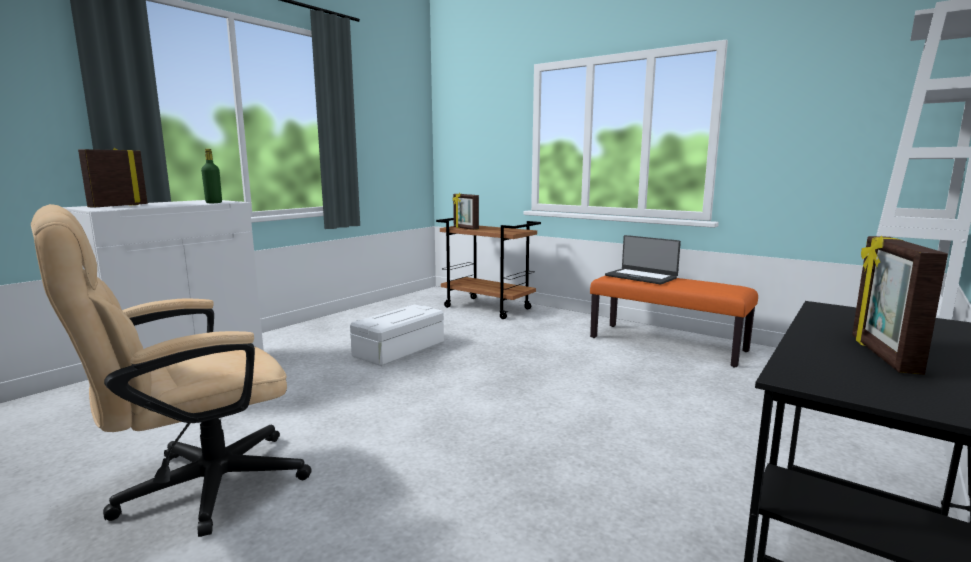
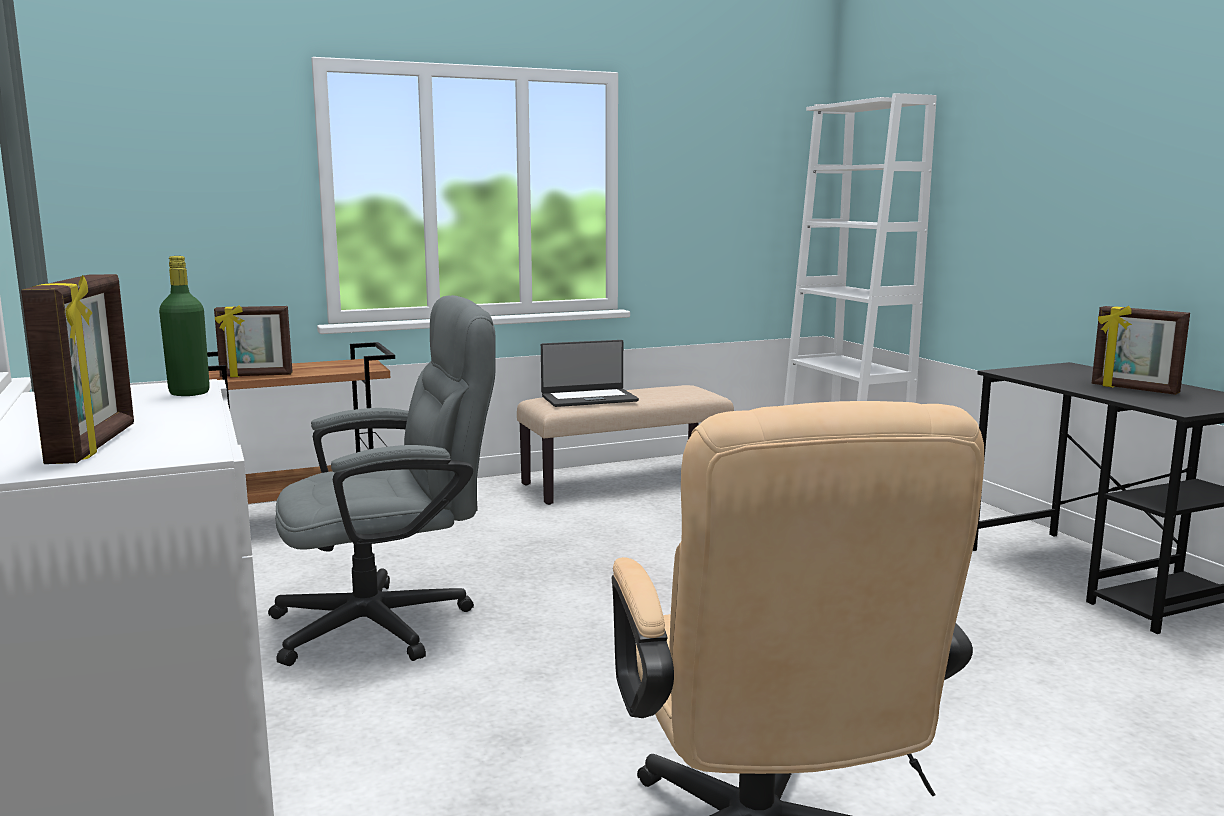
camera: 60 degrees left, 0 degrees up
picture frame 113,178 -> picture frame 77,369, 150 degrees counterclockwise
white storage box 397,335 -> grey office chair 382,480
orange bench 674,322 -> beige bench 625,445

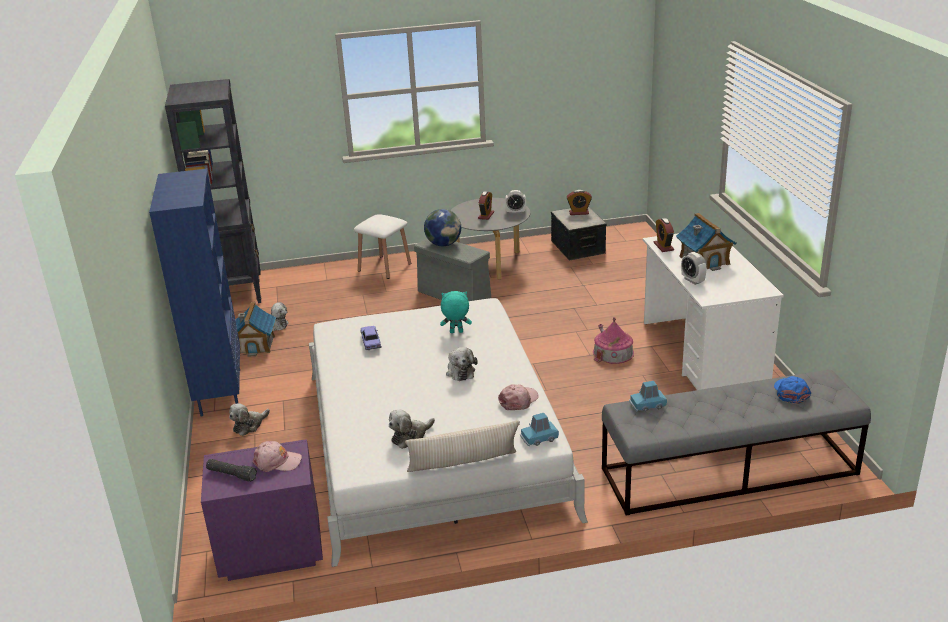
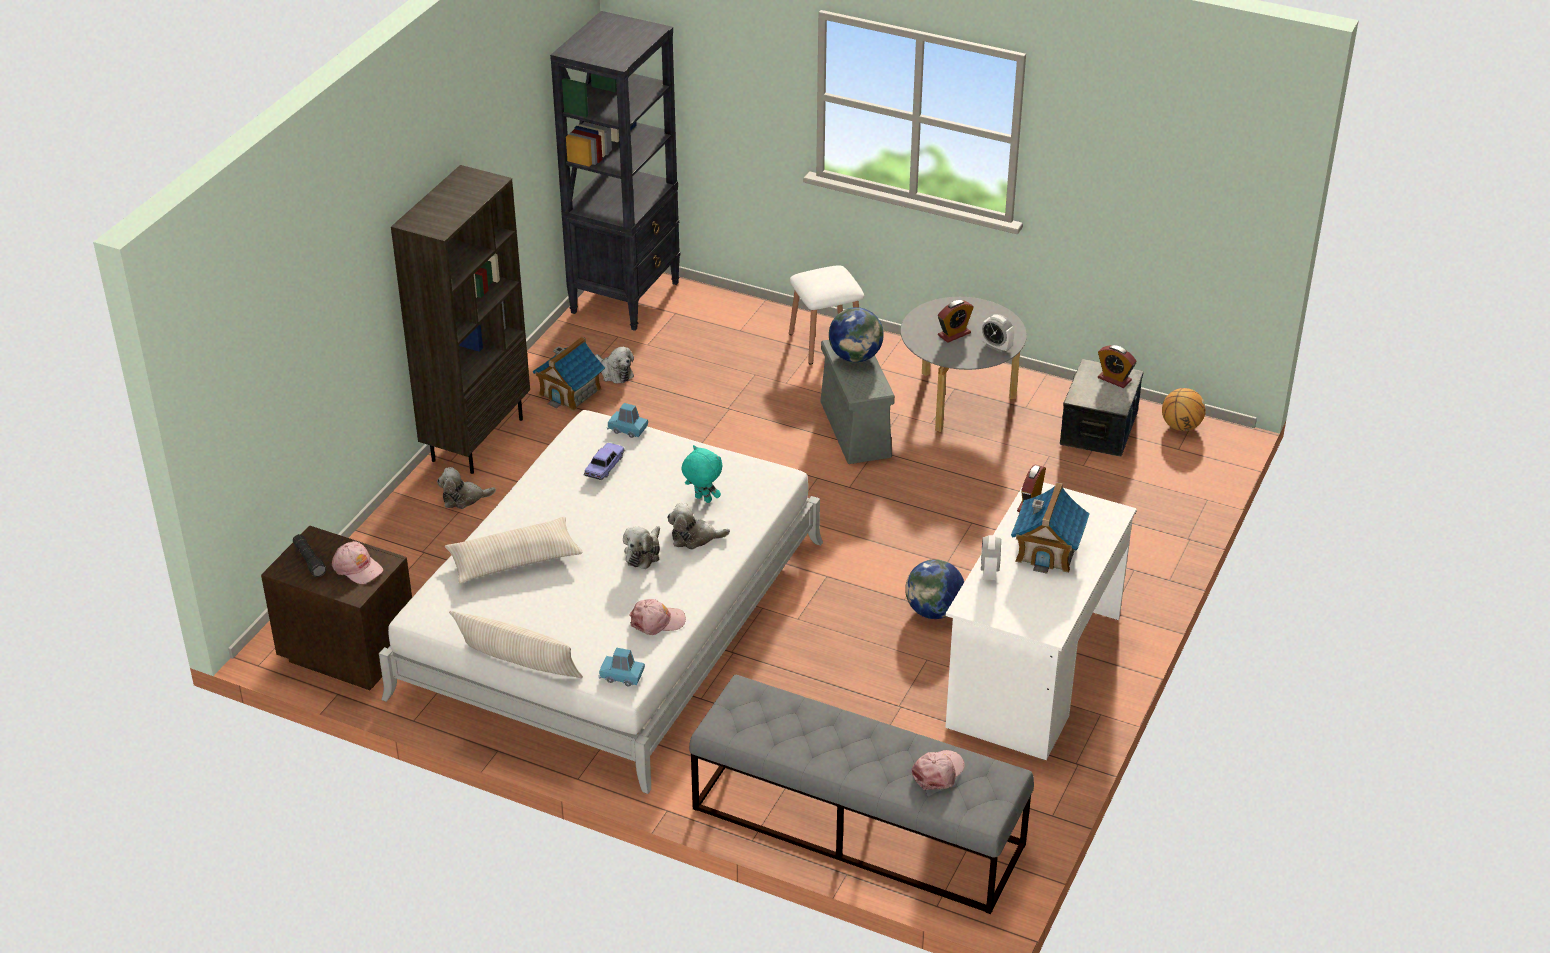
camera: 35 degrees right, 10 degrees up
blue bookcase 194,293 -> brown bookcase 460,319
purple nightstand 262,510 -> brown nightstand 336,608
plush toy 412,429 -> plush toy 698,526, moved
toy house 613,340 -> globe 934,589
blue toy car 648,396 -> blue toy car 627,420, moved
blue cap 792,390 -> pink cap 938,770
none -> beige pillow 514,550
none -> basketball 1184,409

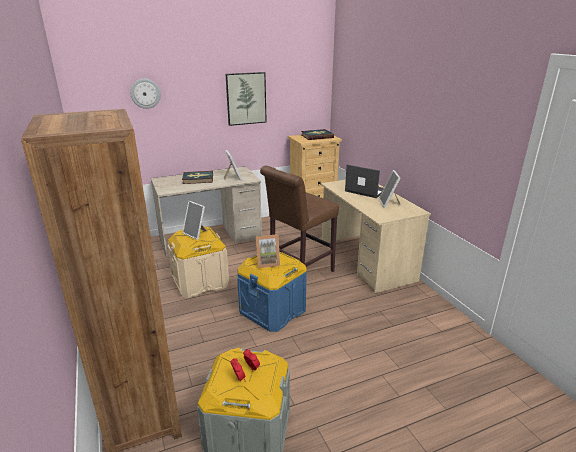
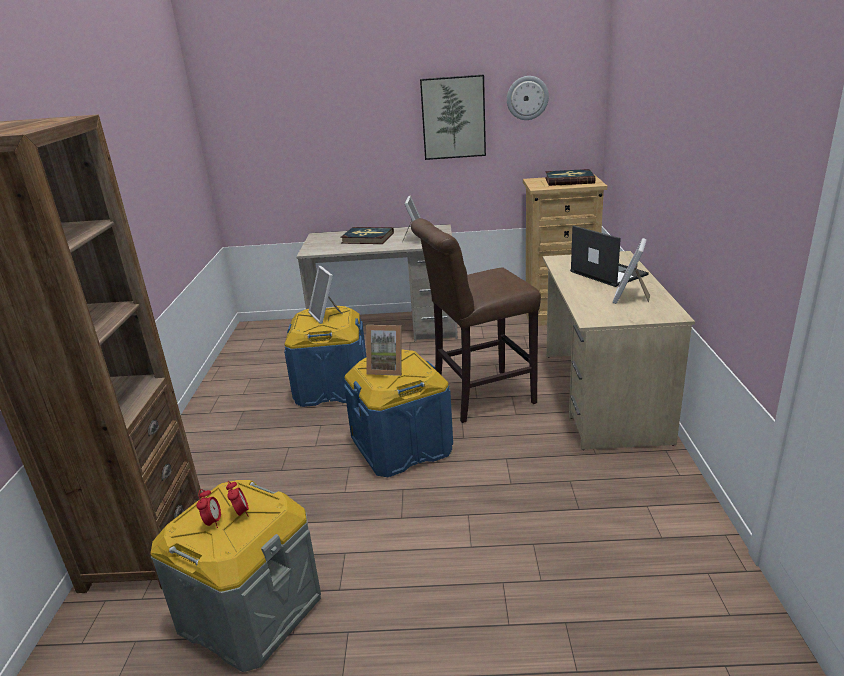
camera: 25 degrees right, 0 degrees up
wall clock 145,94 -> wall clock 528,98, moved
beige storage box 198,262 -> blue storage box 325,356

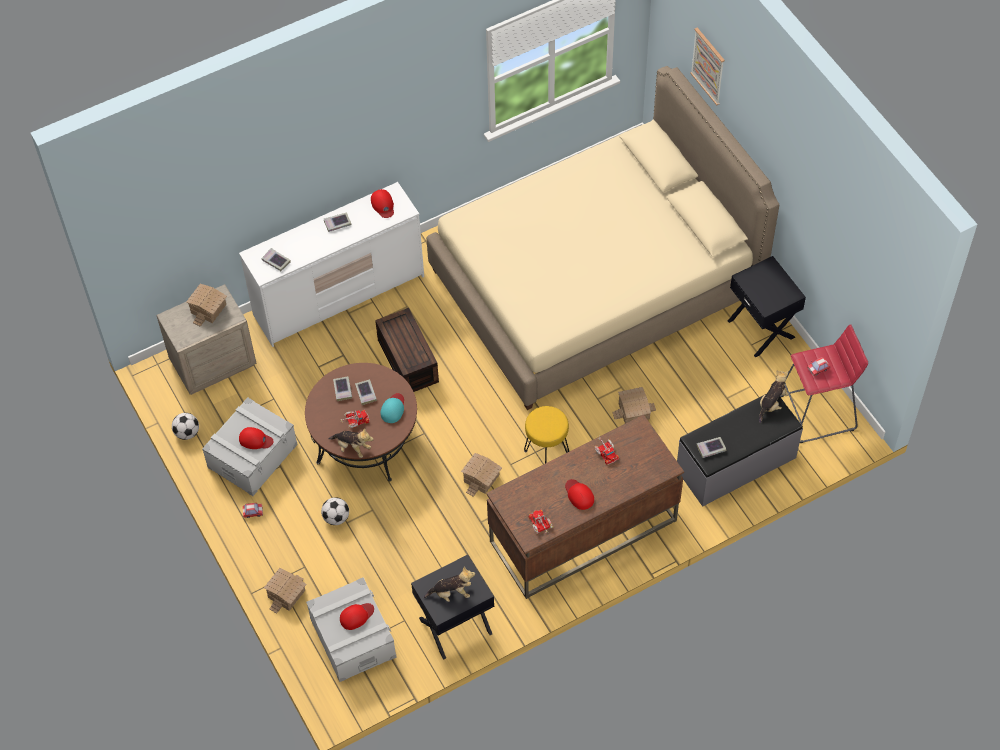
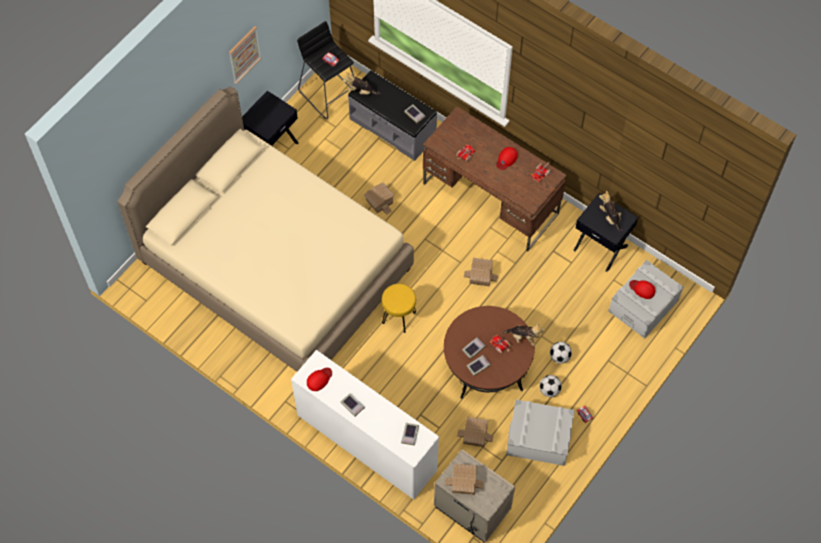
camera: 115 degrees left, 5 degrees up
football 185,426 -> football 550,386, moved
red cap 256,438 -> none
toy house 285,591 -> toy house 475,432, moved
plush toy 351,443 -> plush toy 523,334, 105 degrees clockwise
brown storage box 407,350 -> none
turquoise cap 392,408 -> none
yellow stool 546,434 -> yellow stool 399,308, moved
picture 707,66 -> picture 245,55, moved
red stool 824,383 -> black stool 325,70

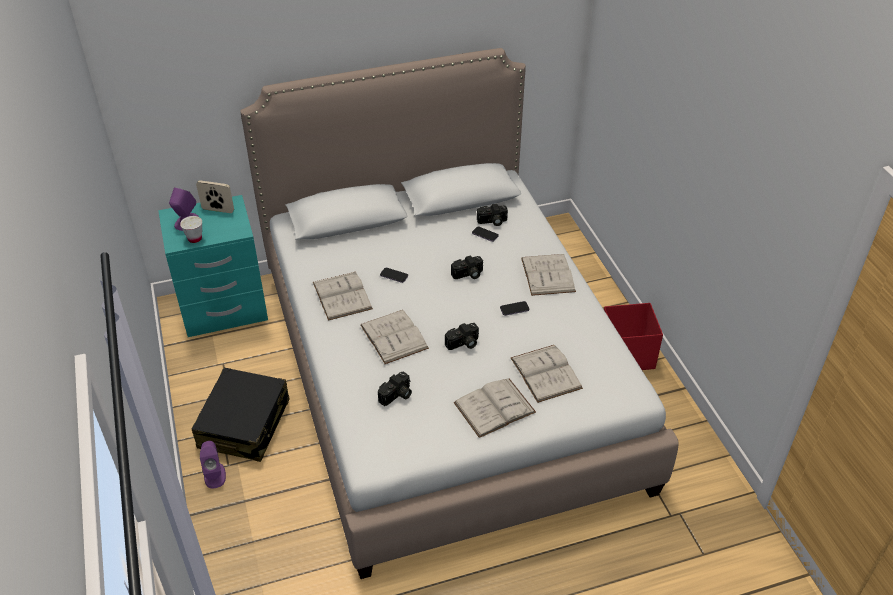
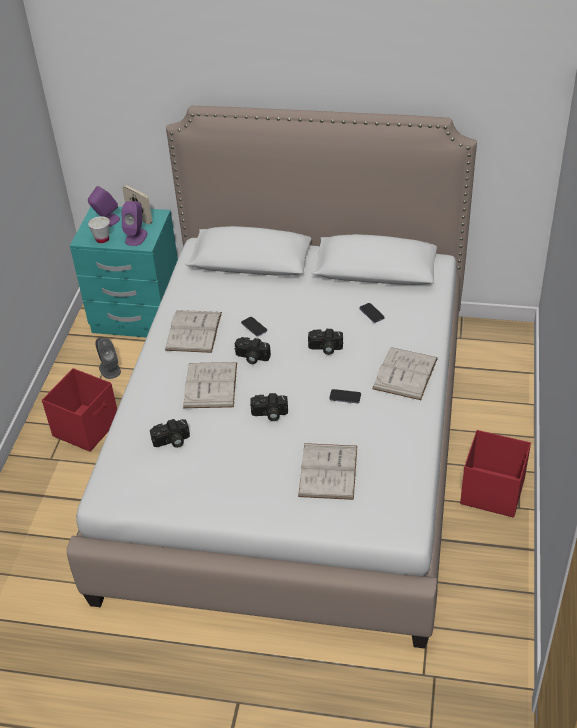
camera: 30 degrees right, 0 degrees up
black suitcase 240,415 -> red storage box 79,410
purple speaker 213,464 -> purple speaker 134,223, moved
white book 495,408 -> none
photo camera 492,215 -> photo camera 253,350, moved
none -> grey speaker 108,358

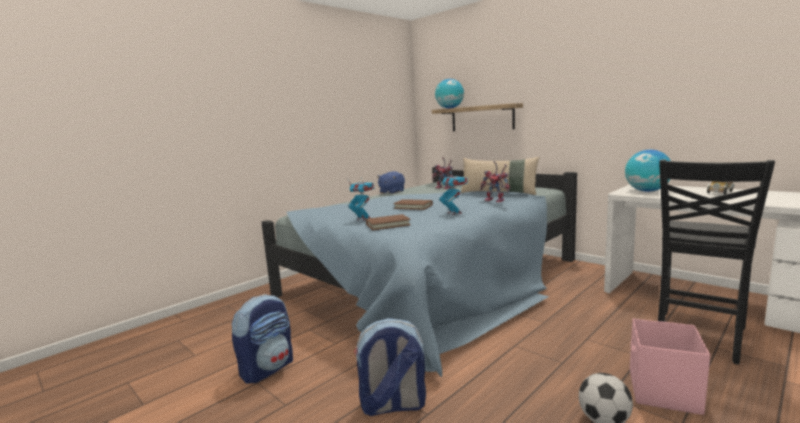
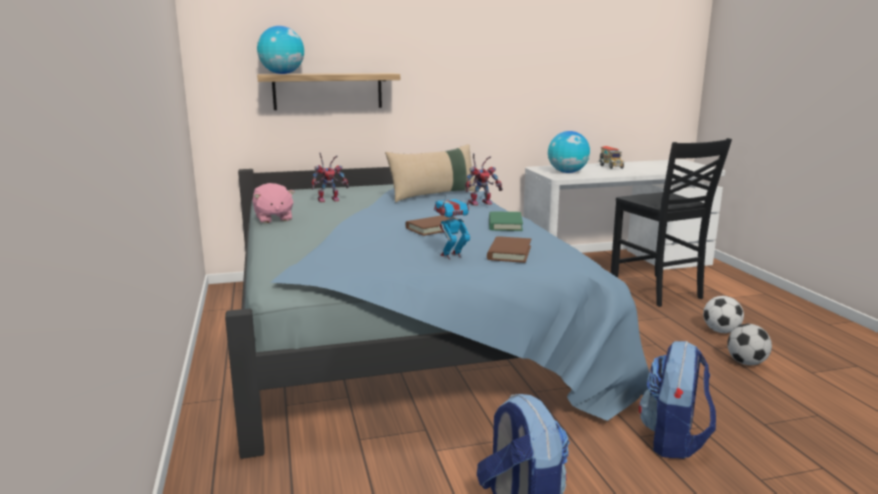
camera: 60 degrees left, 5 degrees up
blue plush toy 391,182 -> pink plush toy 273,203
toy robot 453,192 -> green book 506,221
pink storage box 670,366 -> football 723,314

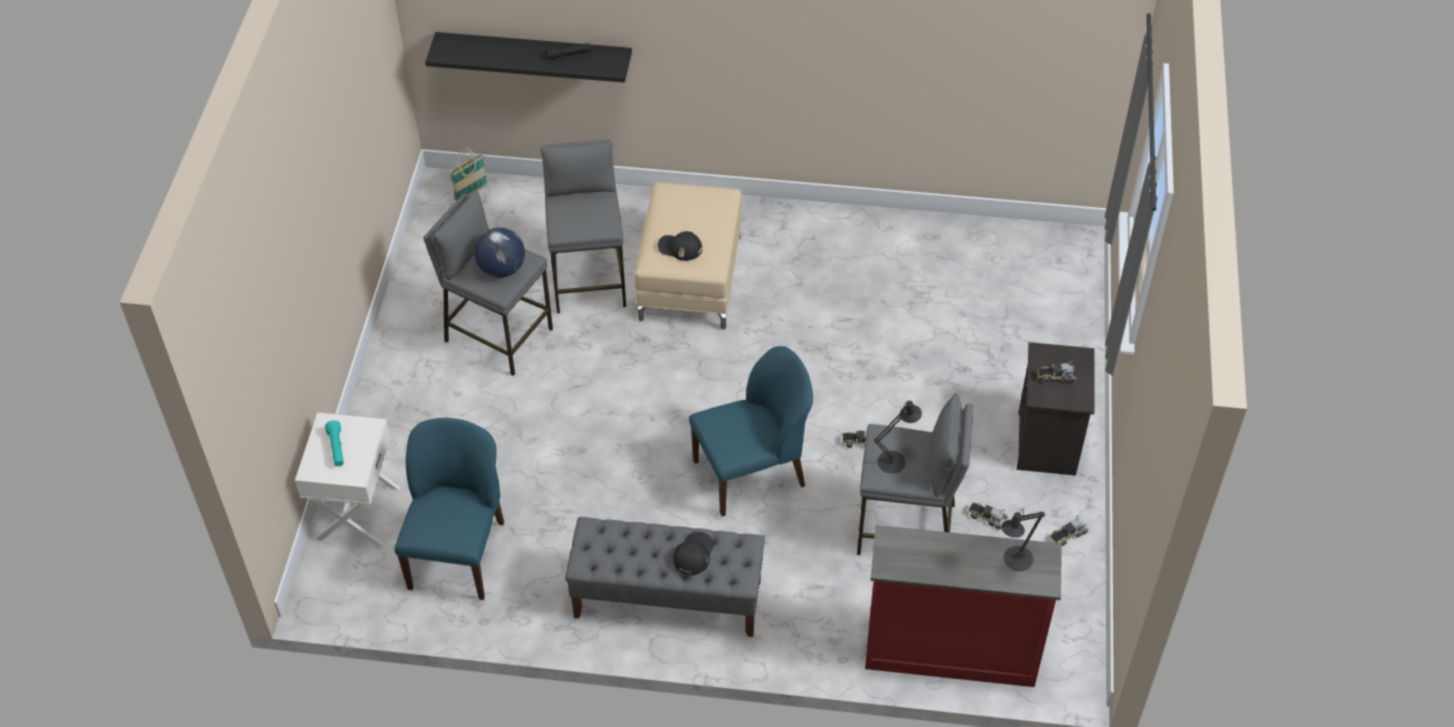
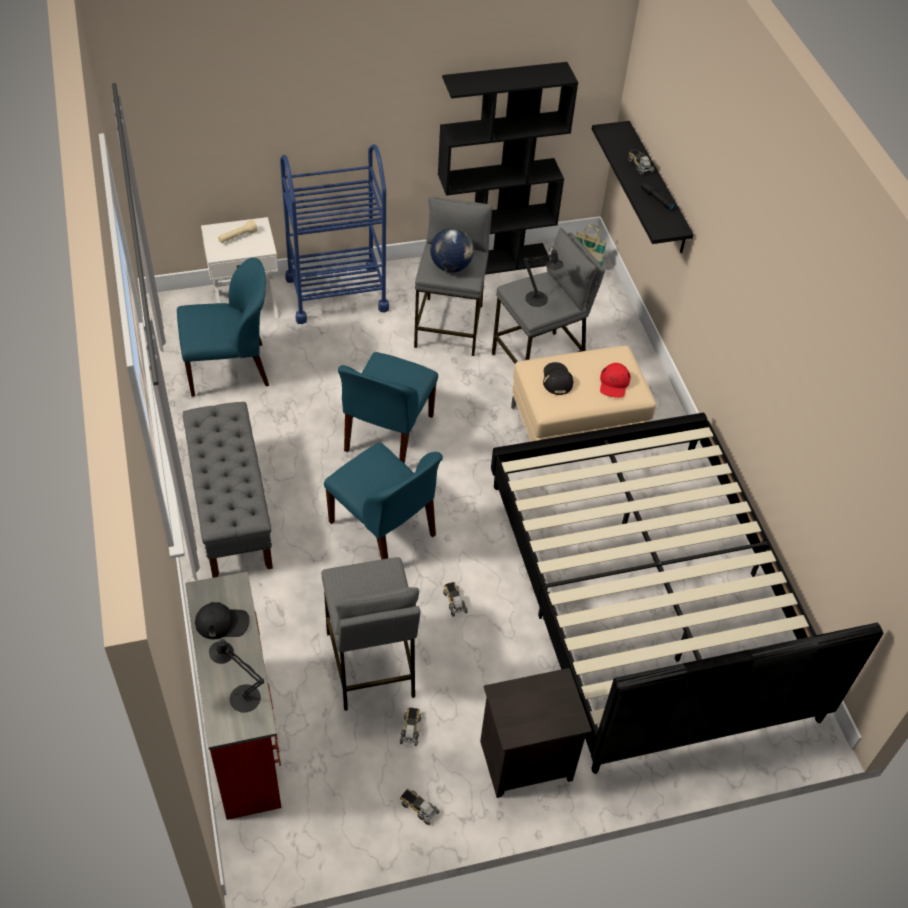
camera: 65 degrees right, 0 degrees up
turquoise flashlight 334,443 -> beige flashlight 238,231
black cap 693,553 -> black cap 222,620, moved
black table lamp 898,437 -> black table lamp 544,276, moved
toy truck 1057,372 -> toy truck 641,162, moved
none -> blue cart 334,234
none -> blue chair 388,408
none -> black bookcase 508,168
none -> black bed 687,593
none -> red cap 615,380

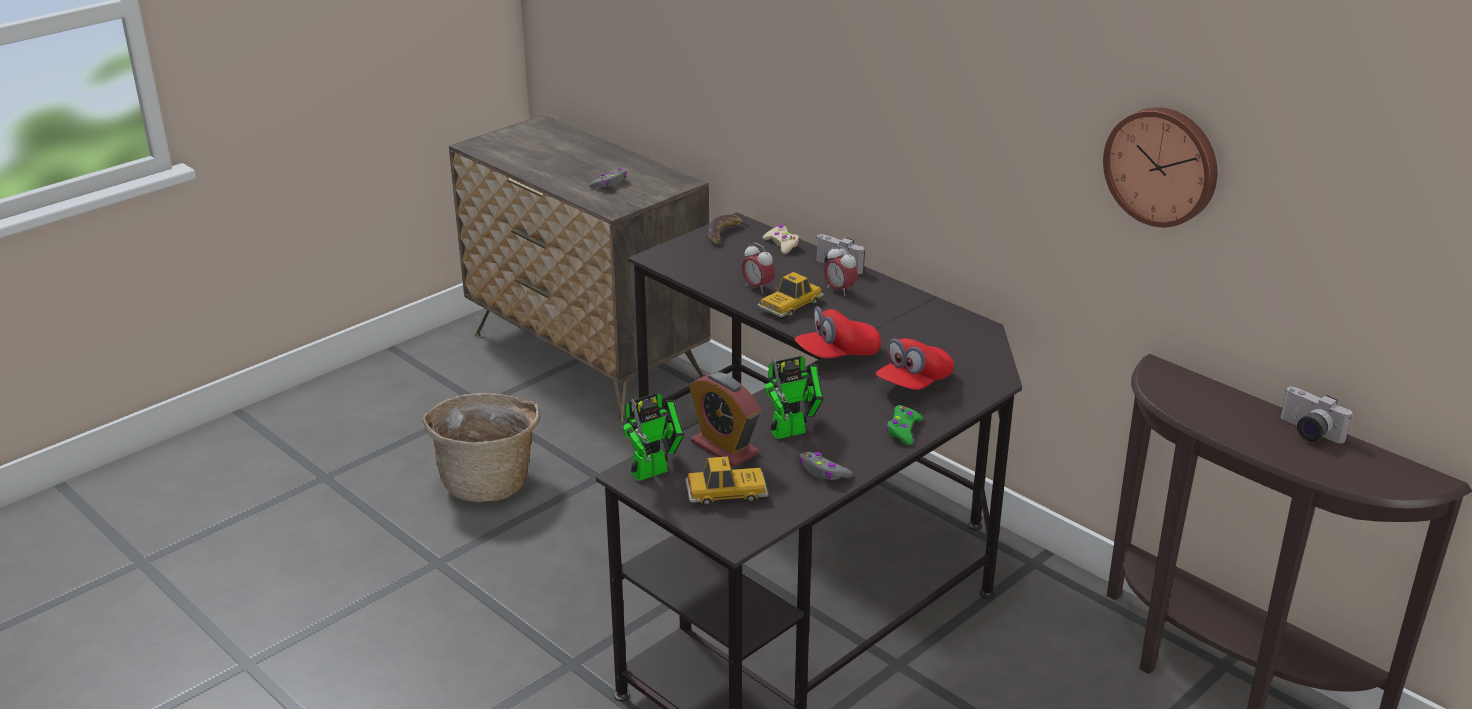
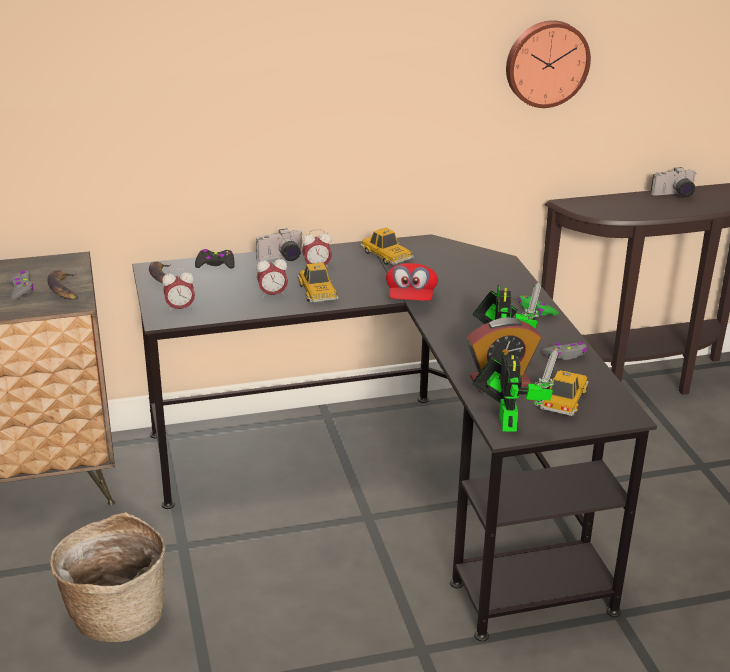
camera: 60 degrees left, 0 degrees up
beige game controller 781,239 -> black game controller 215,259
red cap 915,364 -> none
none -> banana 62,285
none -> alarm clock 178,290
none -> toy car 387,246

